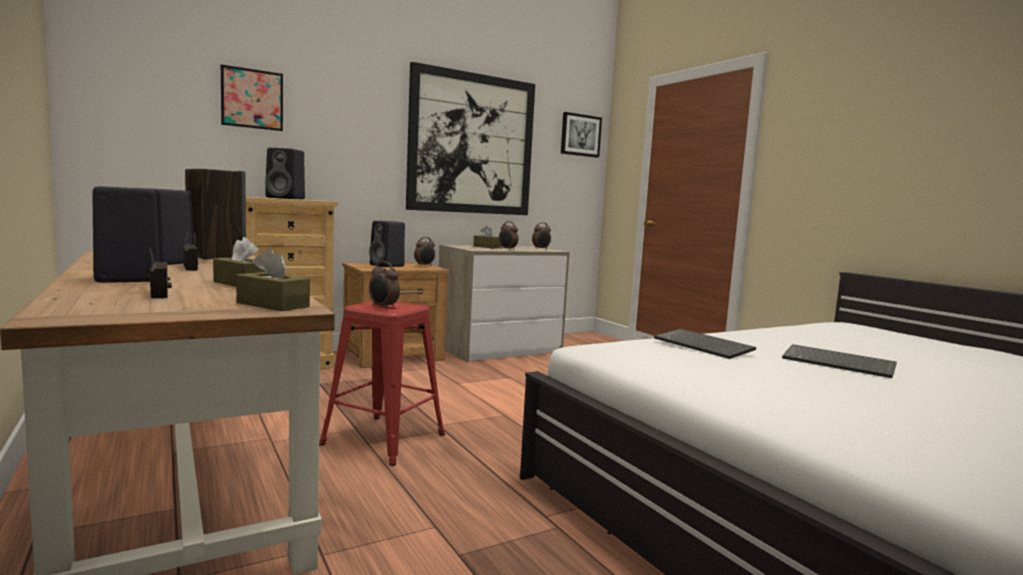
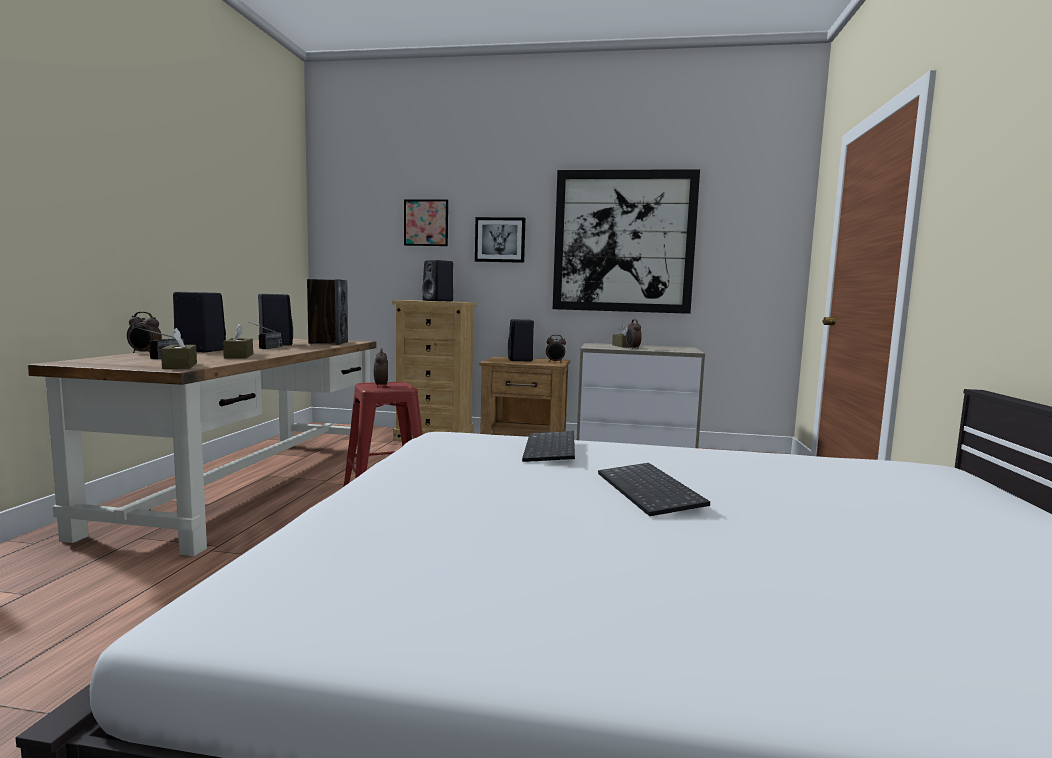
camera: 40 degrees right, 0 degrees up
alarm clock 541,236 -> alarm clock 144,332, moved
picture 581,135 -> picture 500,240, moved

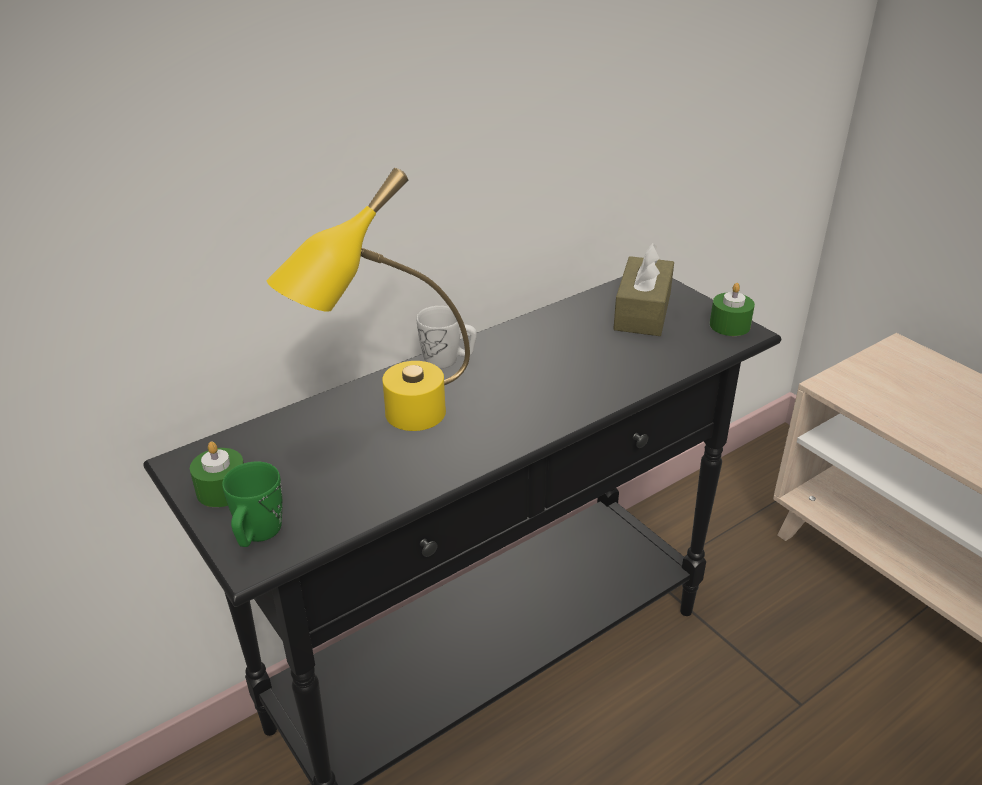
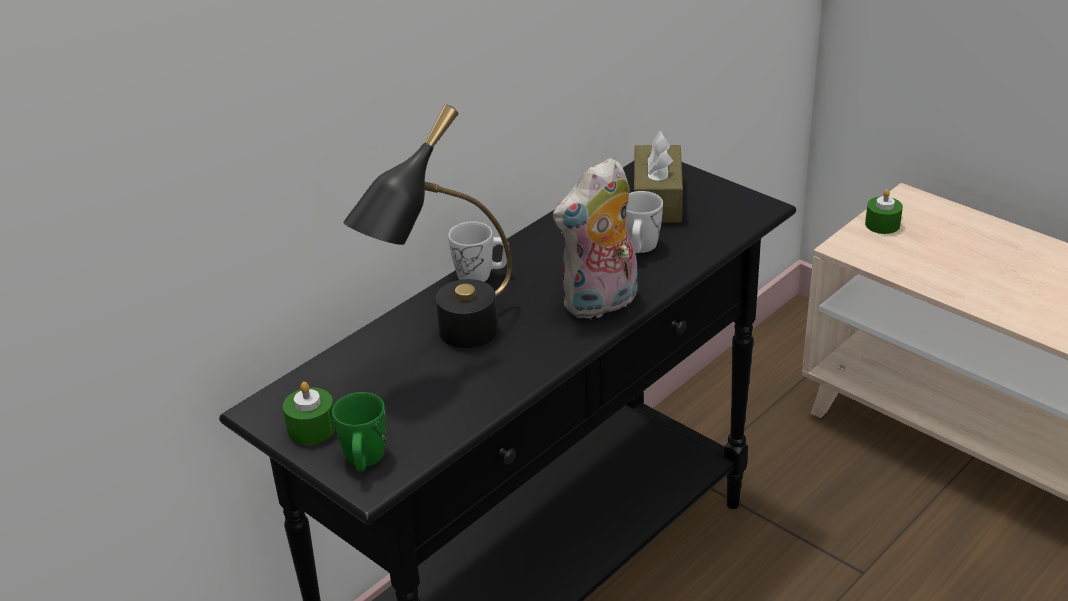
camera: 10 degrees left, 0 degrees up
yellow table lamp 368,299 -> black table lamp 427,226
green candle 732,309 -> green candle 884,211, moved
none -> plush toy 595,239
none -> white mug 644,222

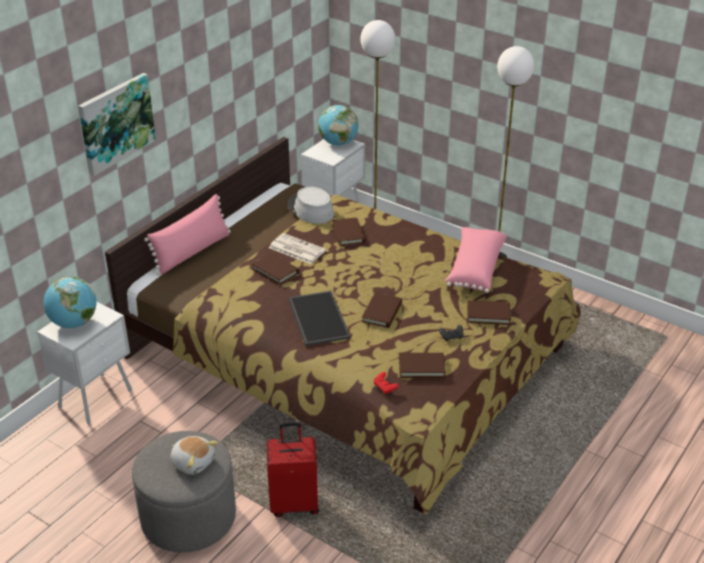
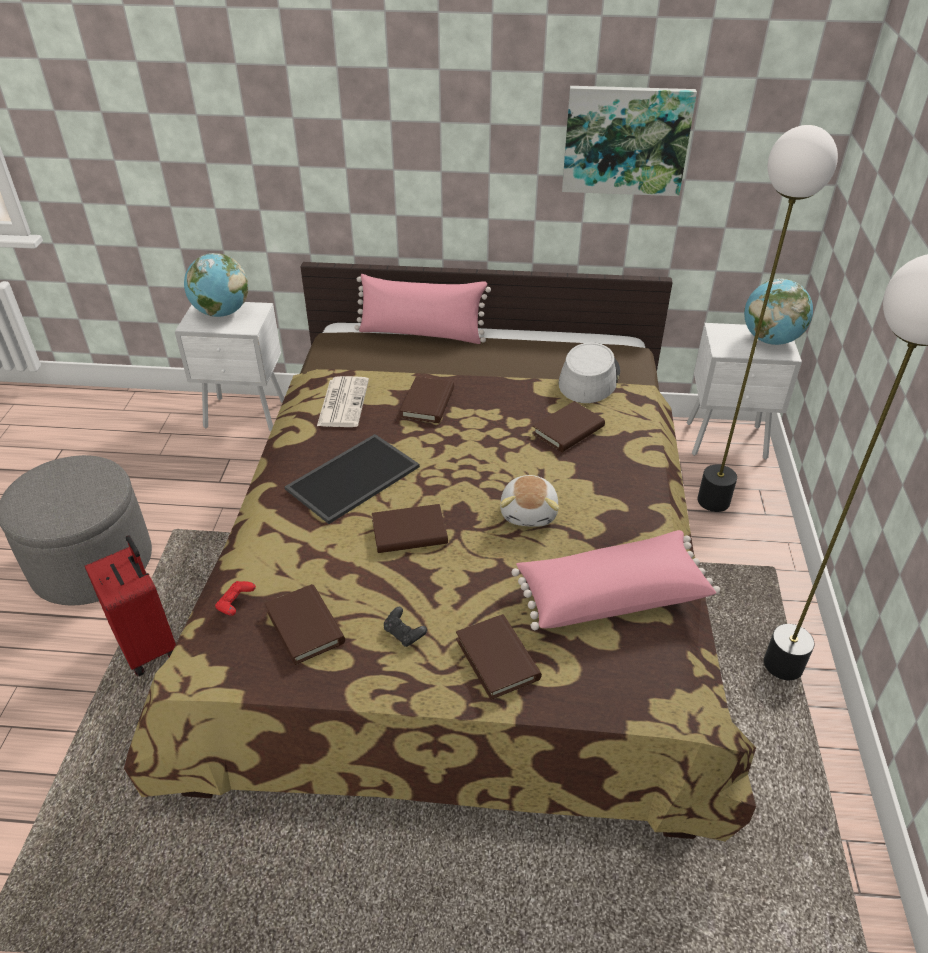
camera: 60 degrees right, 5 degrees up
picture 117,124 -> picture 629,141, moved
plush toy 194,455 -> plush toy 529,501, moved
newspaper 297,248 -> newspaper 343,401, moved

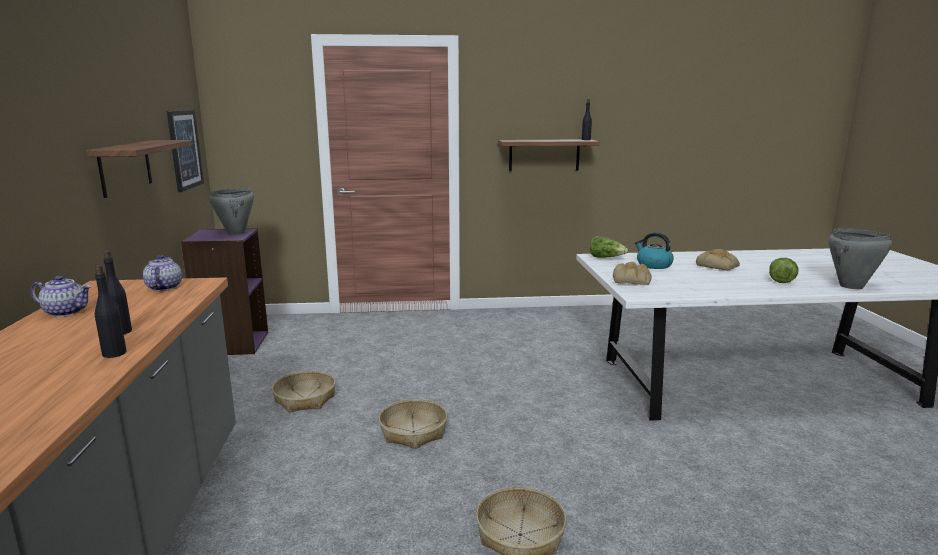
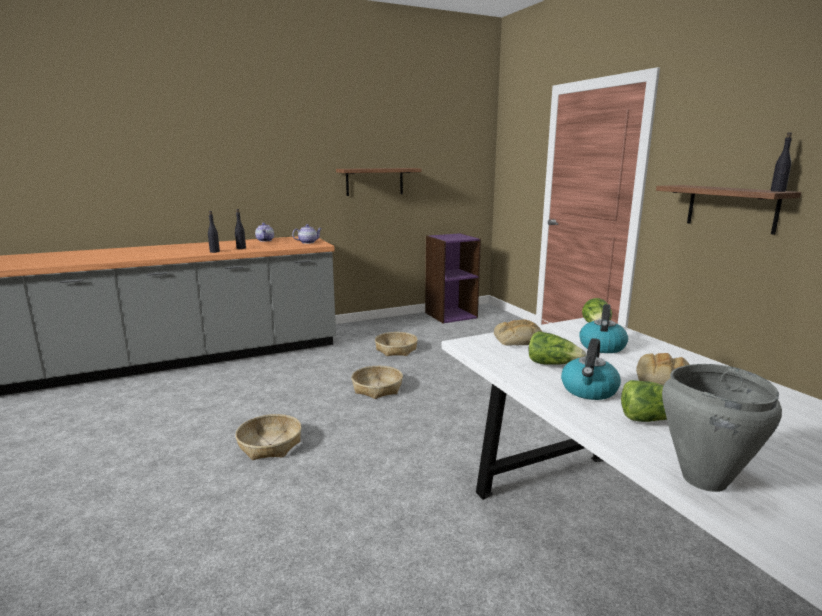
camera: 70 degrees right, 0 degrees up
picture 185,151 -> none
grey cooking pot 232,211 -> none
none -> lettuce 557,347
none -> kettle 591,369

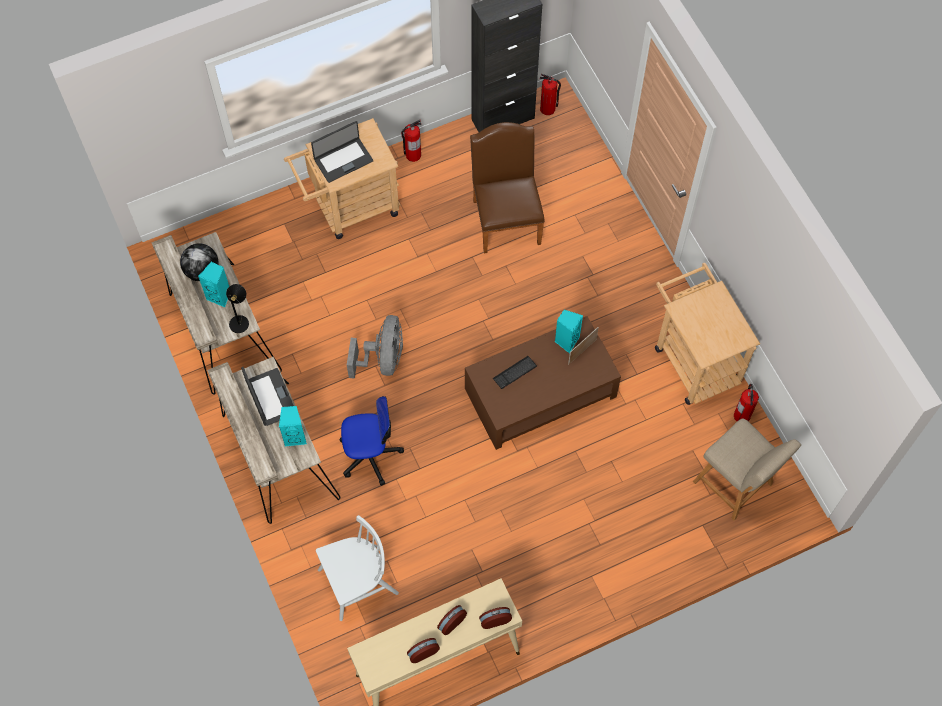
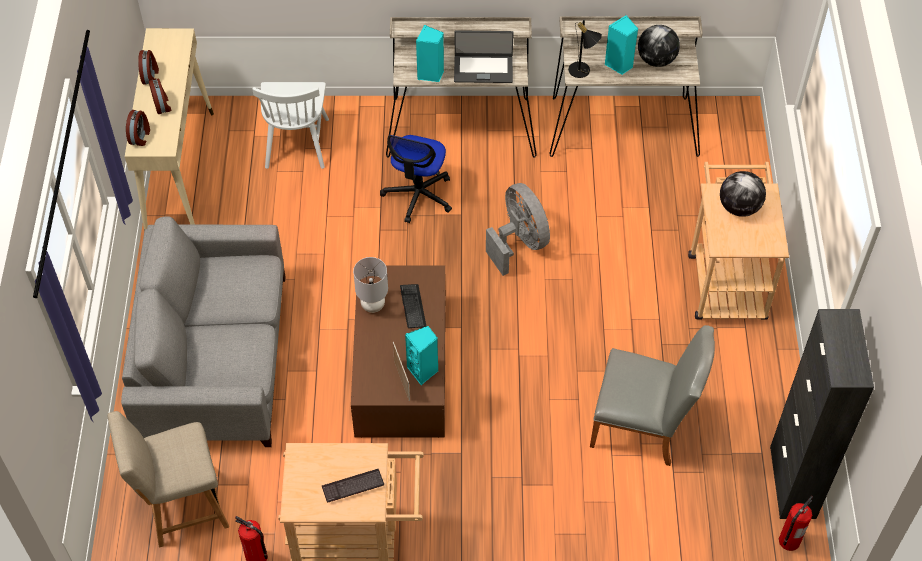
camera: 115 degrees right, 10 degrees down
laptop 342,152 -> globe 743,194
grey fan 375,347 -> grey fan 518,229, 150 degrees counterclockwise
fire extinguisher 411,141 -> none
brown chair 507,188 -> grey chair 652,395
none -> grey sofa 203,331
none -> keyboard 353,485
none -> grey table lamp 370,285

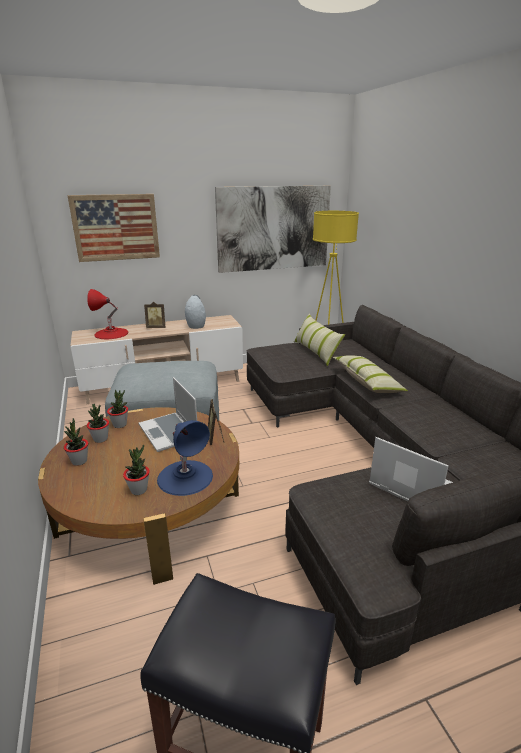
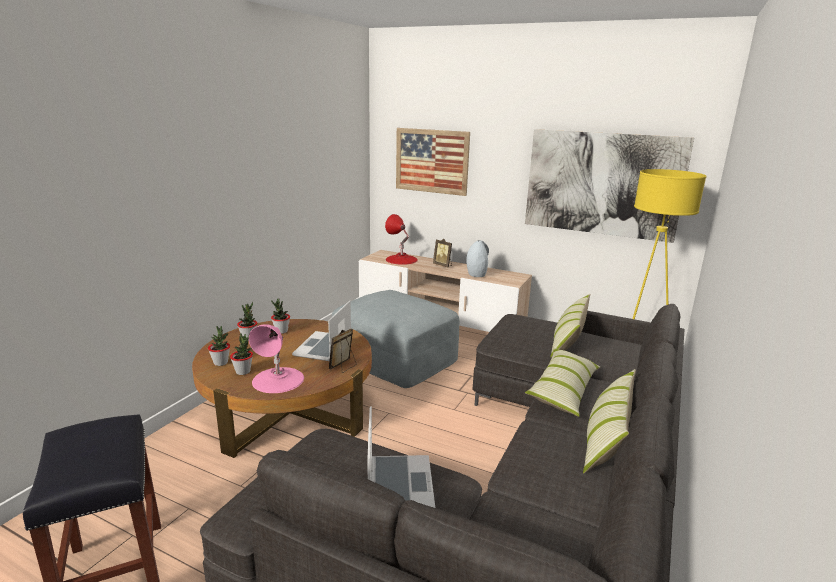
camera: 45 degrees right, 5 degrees down
potted plant 117,409 -> potted plant 219,346, moved
blue table lamp 185,458 -> pink table lamp 276,358
none -> pillow 609,421

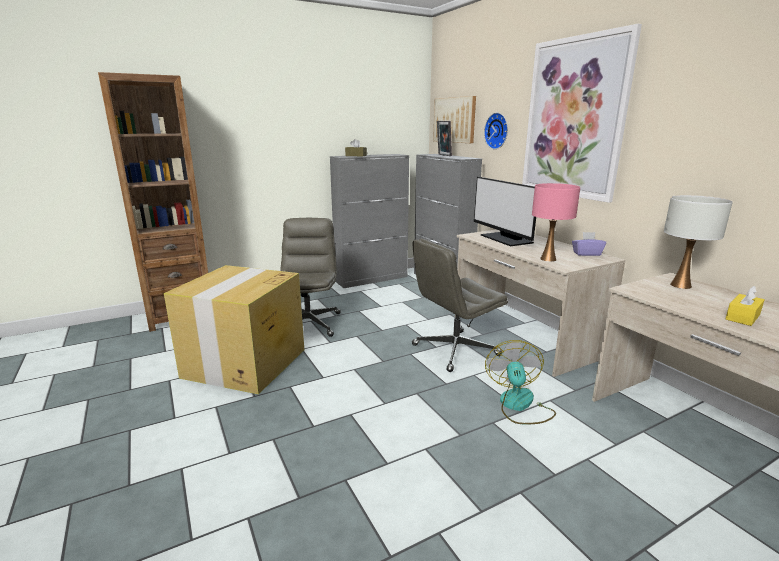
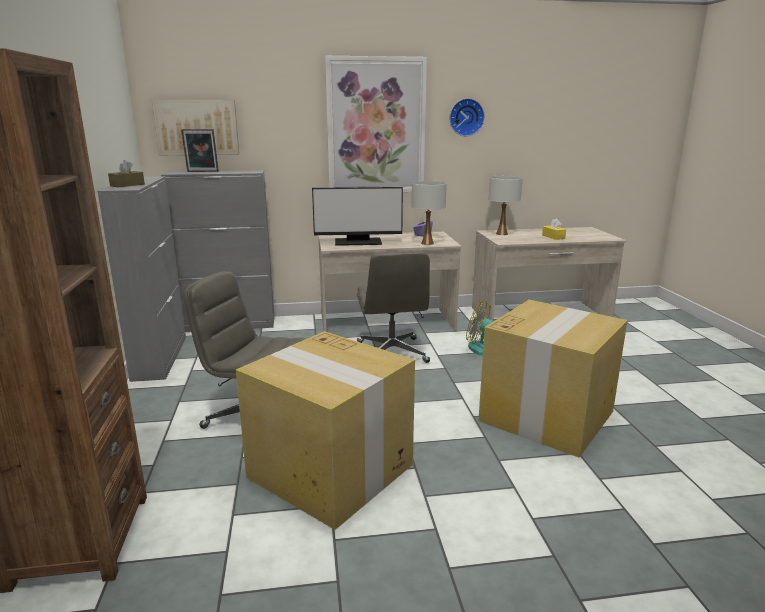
camera: 70 degrees left, 0 degrees up
wall clock 496,131 -> wall clock 467,117, moved
pink table lamp 556,222 -> white table lamp 429,213
none -> cardboard box 553,379

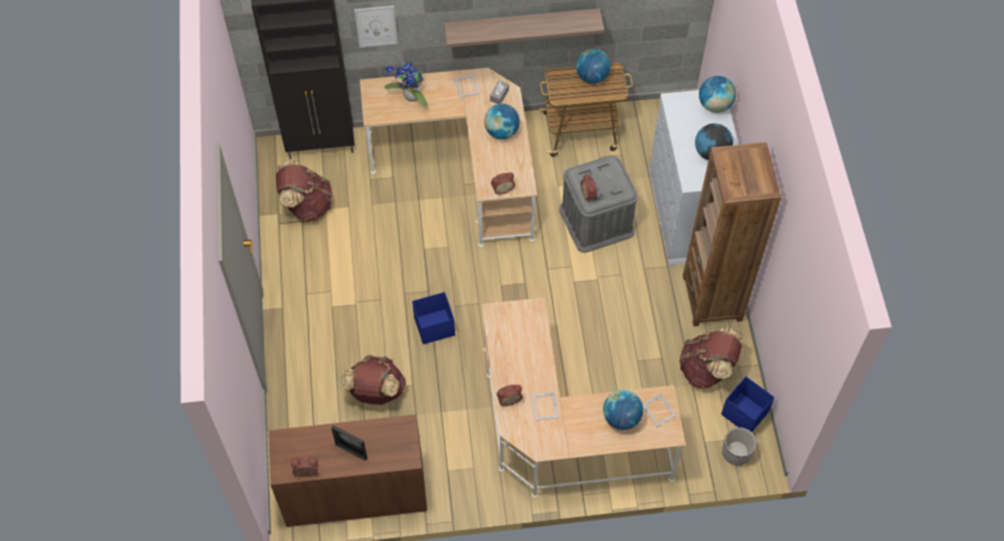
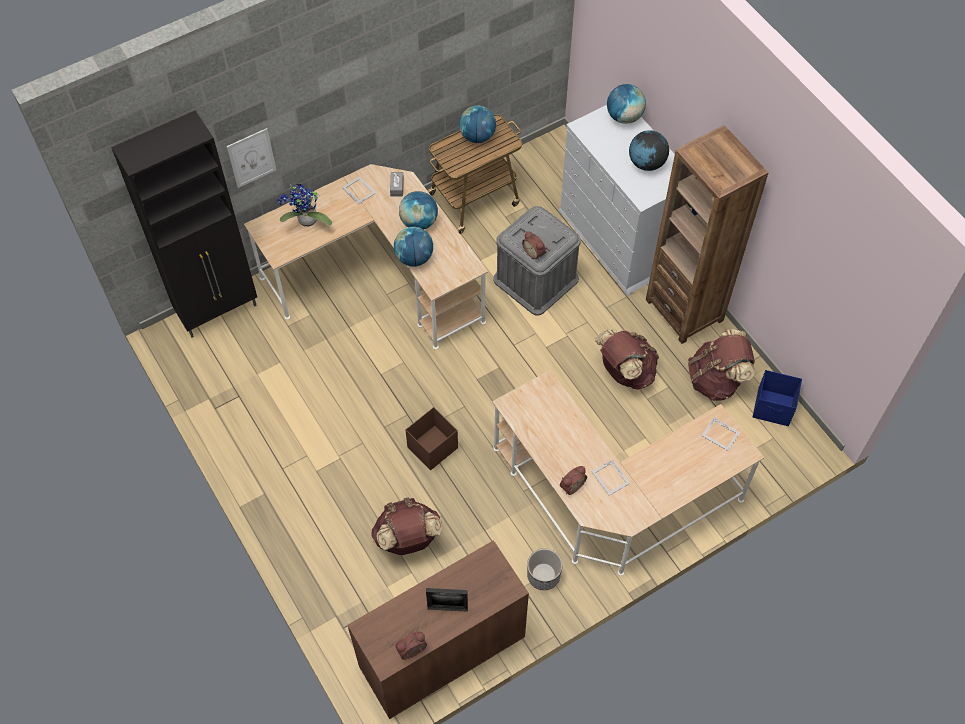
camera: 25 degrees left, 0 degrees up
brown backpack 304,191 -> brown backpack 627,359, moved
blue storage box 433,318 -> brown storage box 432,438
shelf 524,28 -> none
alarm clock 503,183 -> none
globe 623,410 -> globe 413,247, moved
planter 739,446 -> planter 544,569, moved

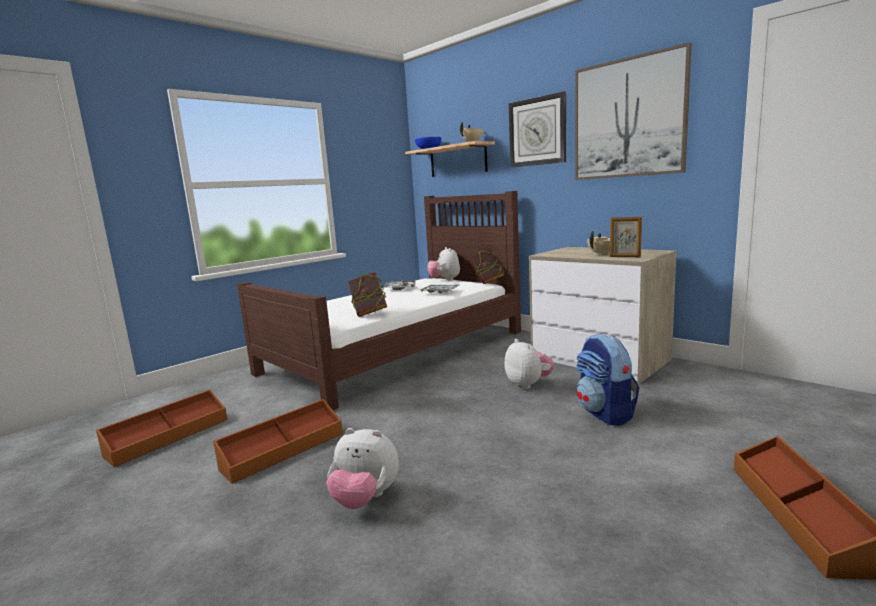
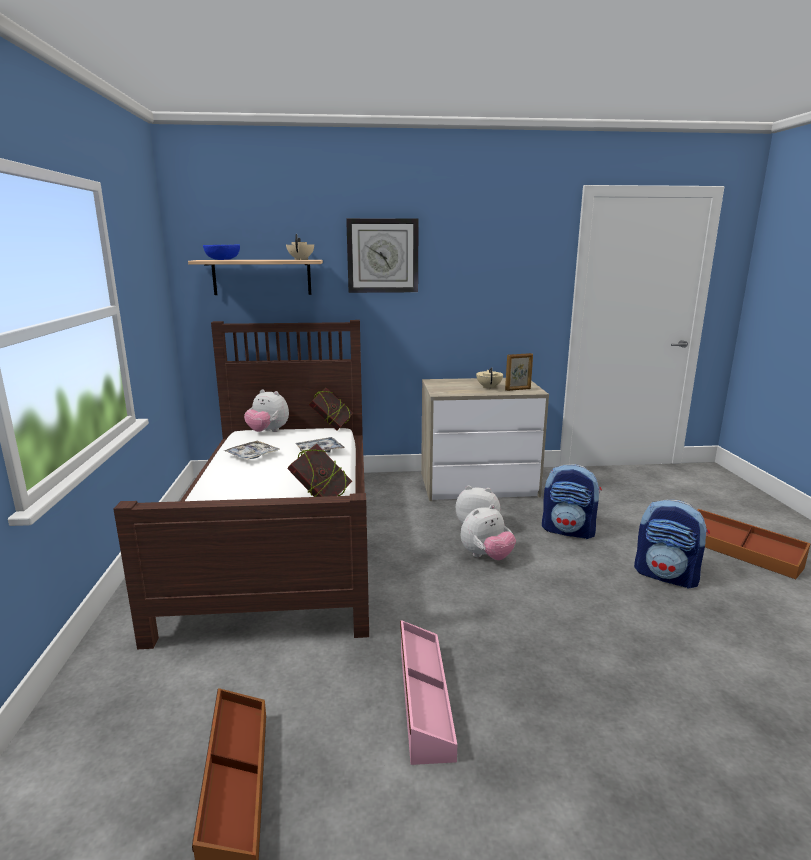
camera: 50 degrees left, 5 degrees up
brown storage box 278,441 -> pink storage box 428,692
plush toy 362,468 -> plush toy 488,532, moved
picture 633,111 -> none
none -> backpack 672,544

